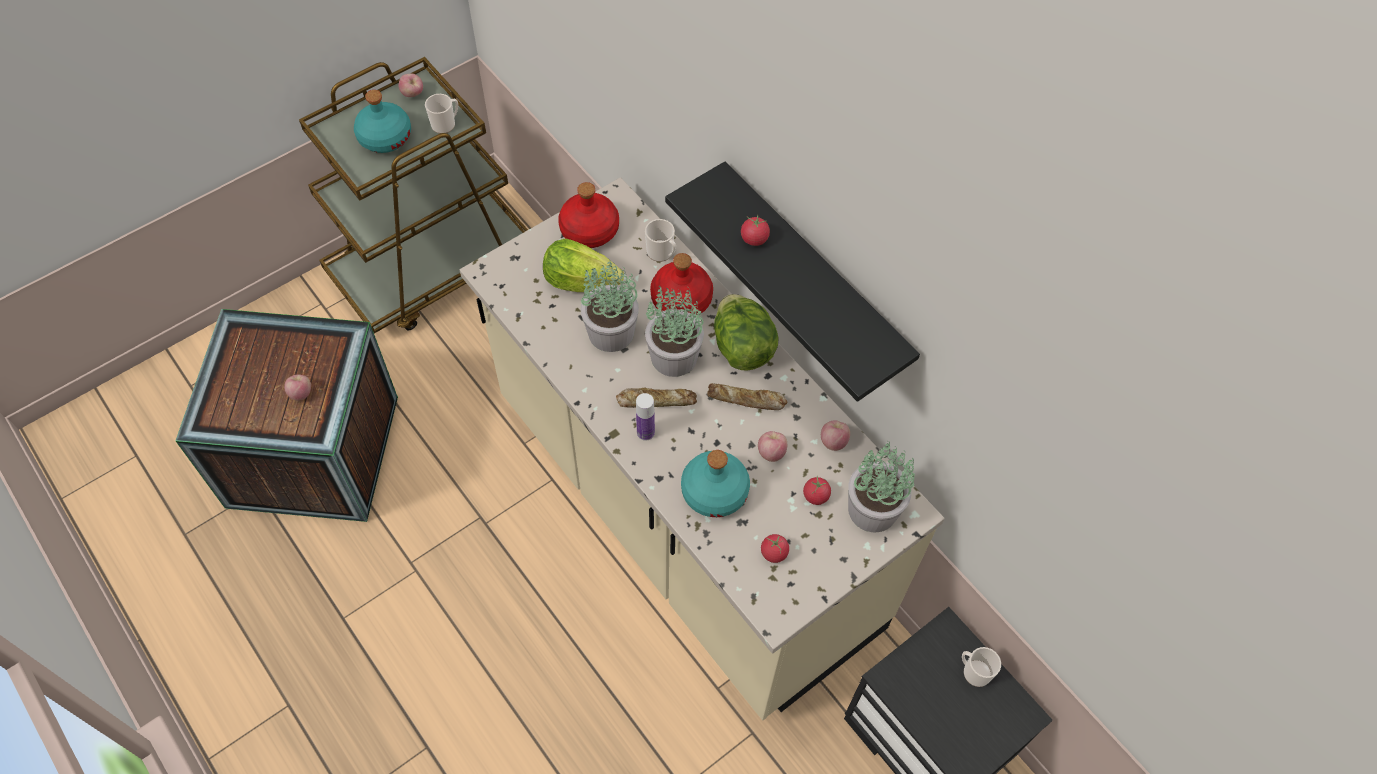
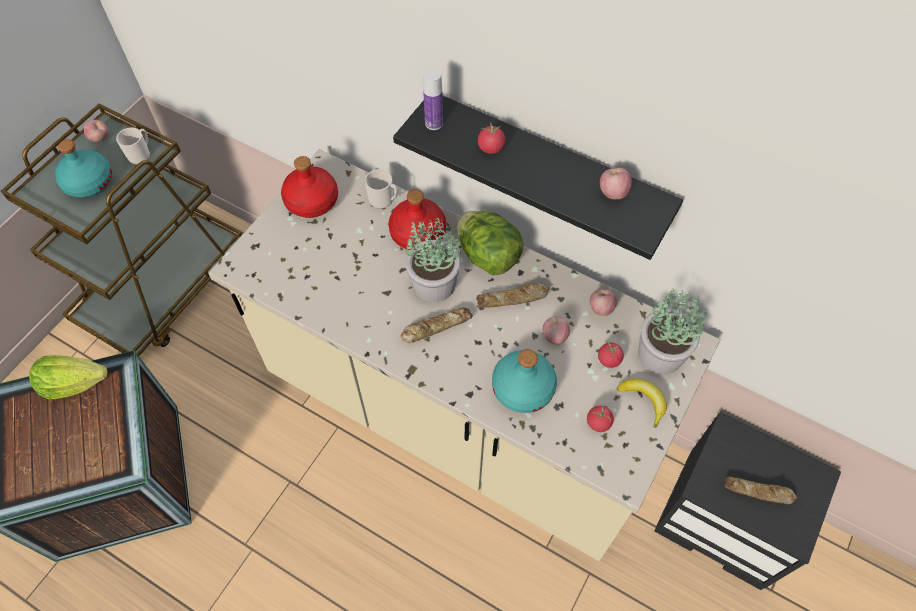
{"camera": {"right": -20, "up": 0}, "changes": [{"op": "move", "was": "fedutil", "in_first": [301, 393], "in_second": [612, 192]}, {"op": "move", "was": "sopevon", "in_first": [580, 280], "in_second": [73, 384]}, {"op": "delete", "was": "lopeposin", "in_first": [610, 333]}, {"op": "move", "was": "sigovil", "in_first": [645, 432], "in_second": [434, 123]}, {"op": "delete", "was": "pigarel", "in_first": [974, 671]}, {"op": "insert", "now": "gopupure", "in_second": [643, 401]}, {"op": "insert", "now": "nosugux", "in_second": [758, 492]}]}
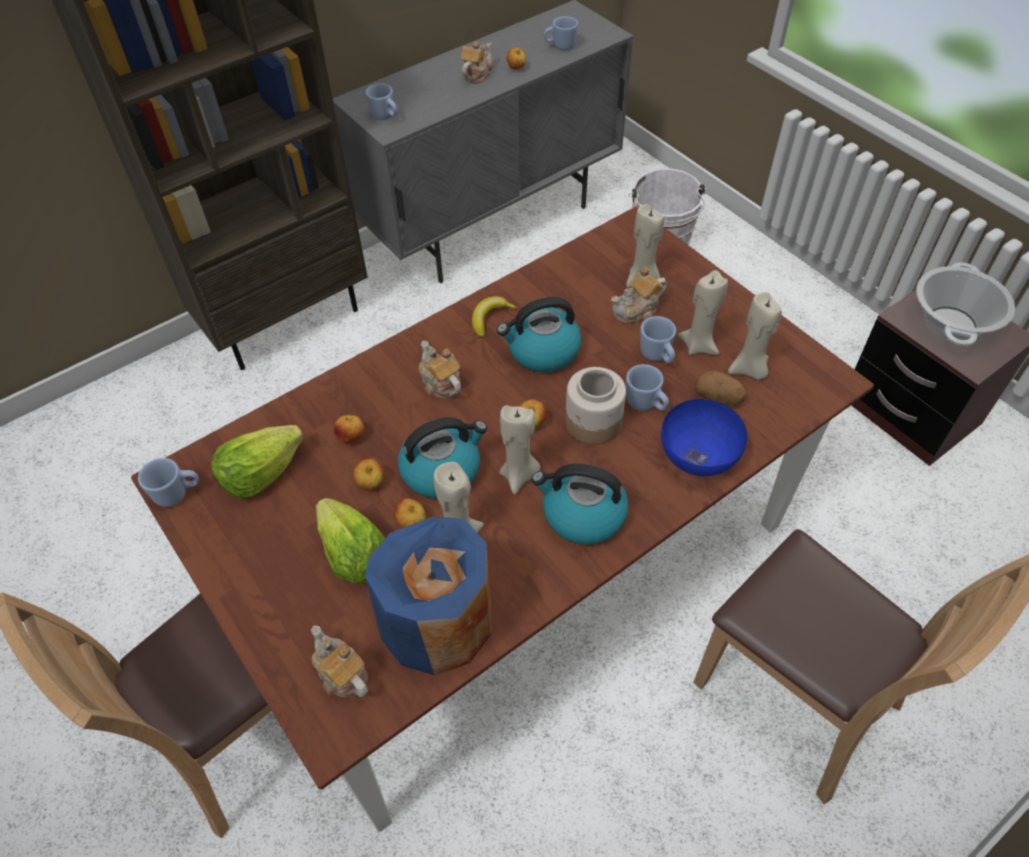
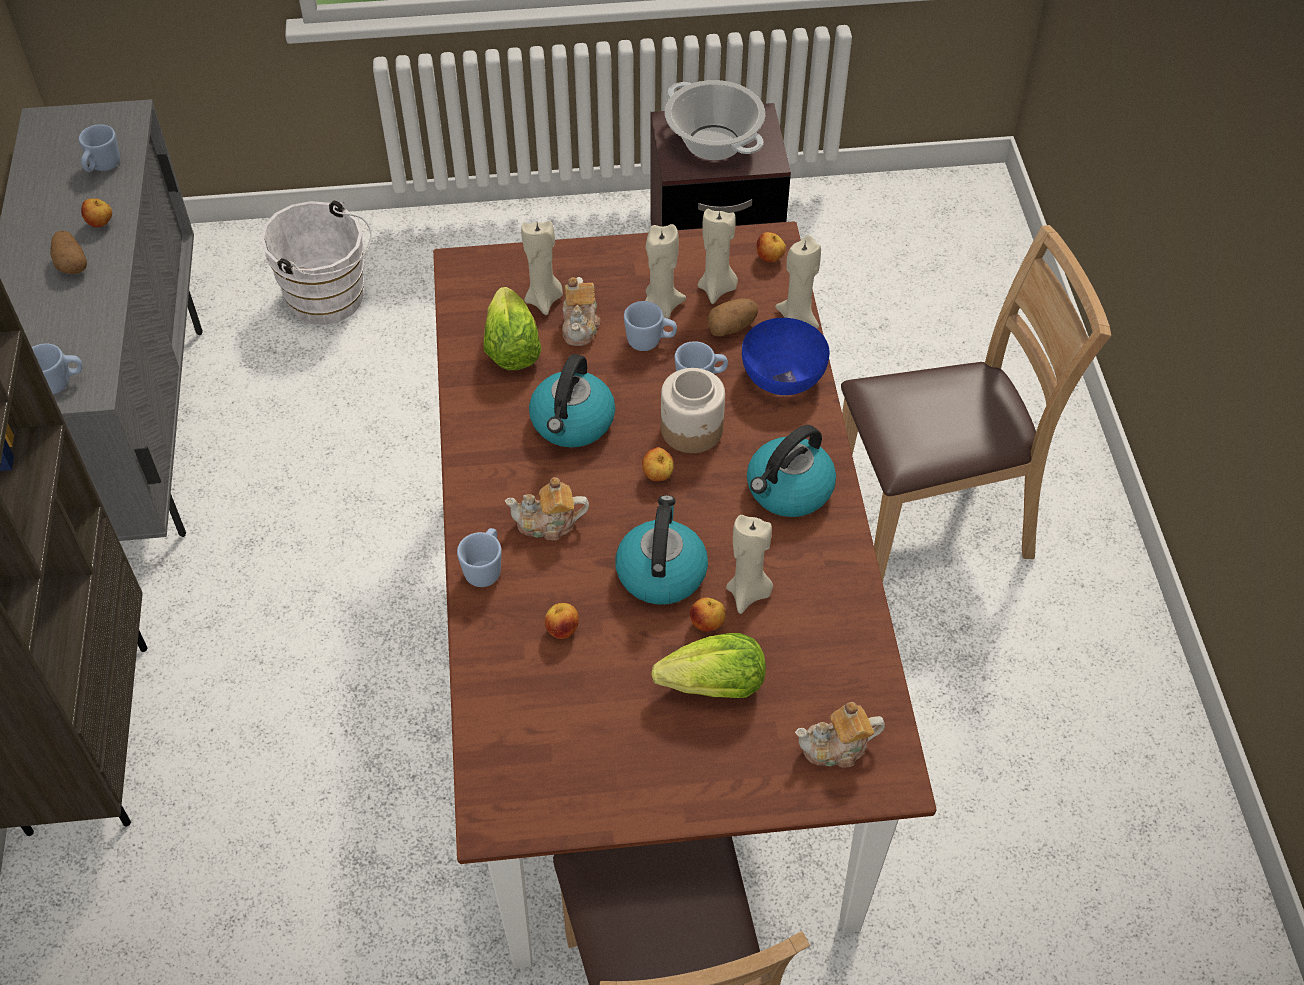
{"camera": {"right": -60, "up": 0}, "changes": [{"op": "move", "was": "blue_pigarel", "in_first": [177, 494], "in_second": [485, 568]}, {"op": "move", "was": "sopevon", "in_first": [261, 475], "in_second": [511, 349]}, {"op": "move", "was": "fedutil", "in_first": [371, 484], "in_second": [770, 258]}, {"op": "delete", "was": "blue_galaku", "in_first": [438, 623]}, {"op": "replace", "was": "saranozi", "now": "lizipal", "in_first": [476, 74], "in_second": [71, 263]}, {"op": "delete", "was": "gopupure", "in_first": [490, 318]}, {"op": "move", "was": "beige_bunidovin", "in_first": [519, 475], "in_second": [798, 318]}]}
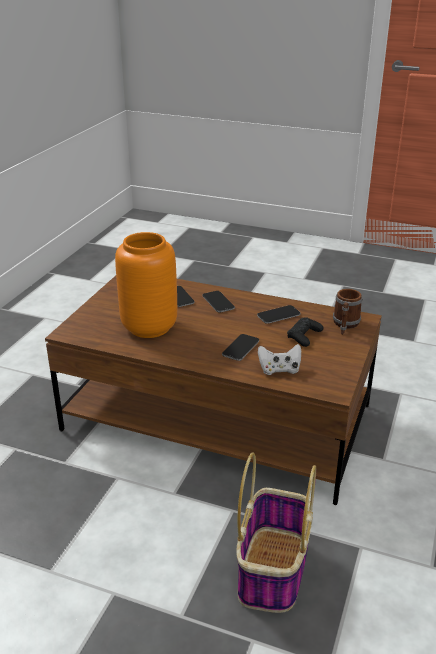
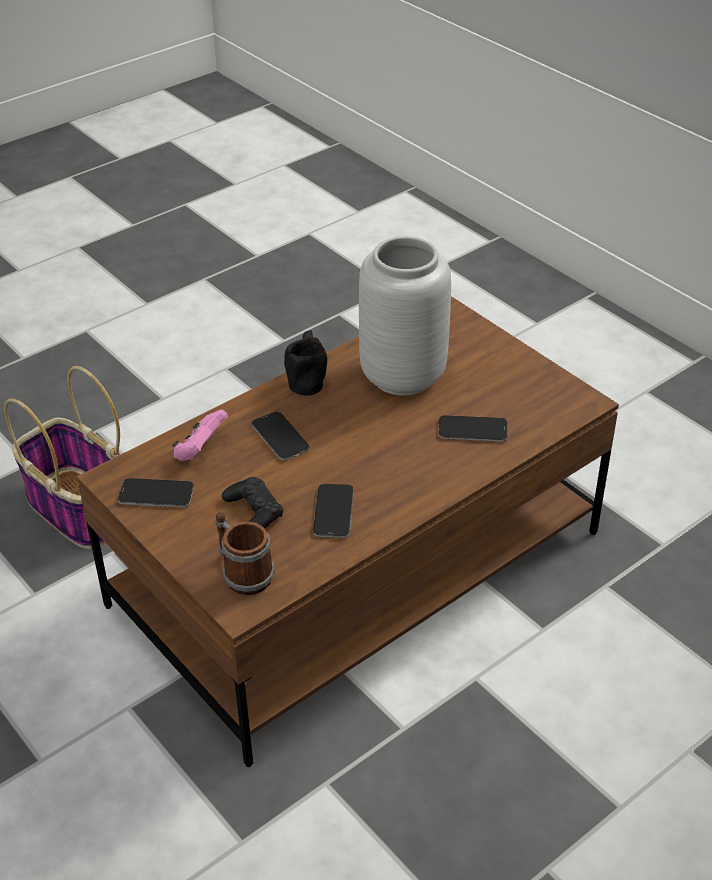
{"camera": {"right": 120, "up": 10}, "changes": [{"op": "recolor", "was": "orange_galaku", "now": "grey_galaku", "in_first": [149, 328], "in_second": [401, 376]}, {"op": "move", "was": "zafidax", "in_first": [218, 302], "in_second": [156, 494]}, {"op": "recolor", "was": "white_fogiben", "now": "pink_fogiben", "in_first": [279, 370], "in_second": [200, 450]}, {"op": "insert", "now": "black_pigarel", "in_second": [306, 377]}]}
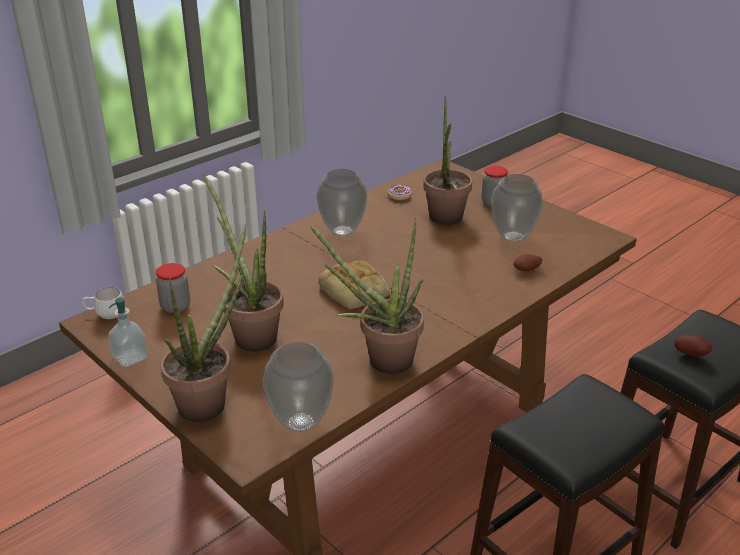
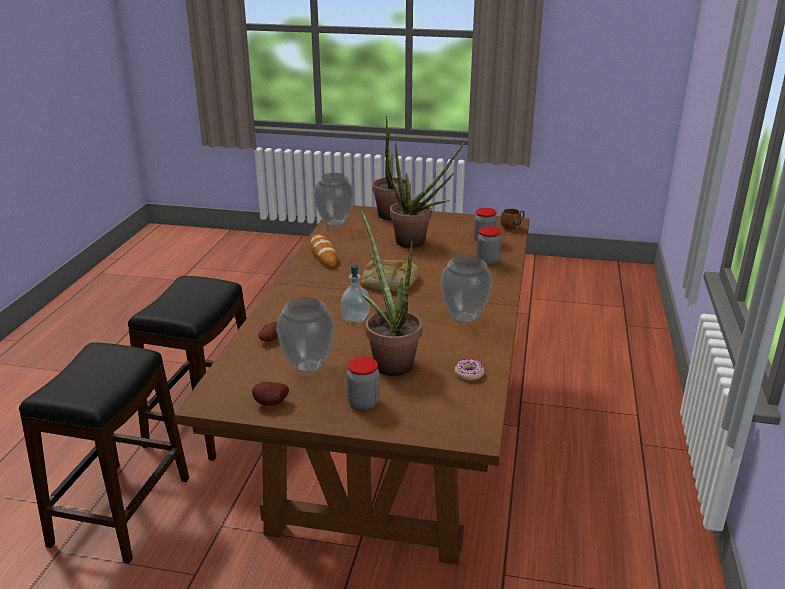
{"camera": {"right": 145, "up": -5}, "changes": [{"op": "recolor", "was": "white_pigarel", "now": "brown_pigarel", "in_first": [105, 314], "in_second": [513, 226]}, {"op": "move", "was": "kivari", "in_first": [130, 357], "in_second": [355, 317]}, {"op": "replace", "was": "lopeposin", "now": "nosugux", "in_first": [381, 361], "in_second": [323, 254]}, {"op": "move", "was": "lizipal", "in_first": [691, 354], "in_second": [271, 404]}, {"op": "insert", "now": "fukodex", "in_second": [487, 261]}]}
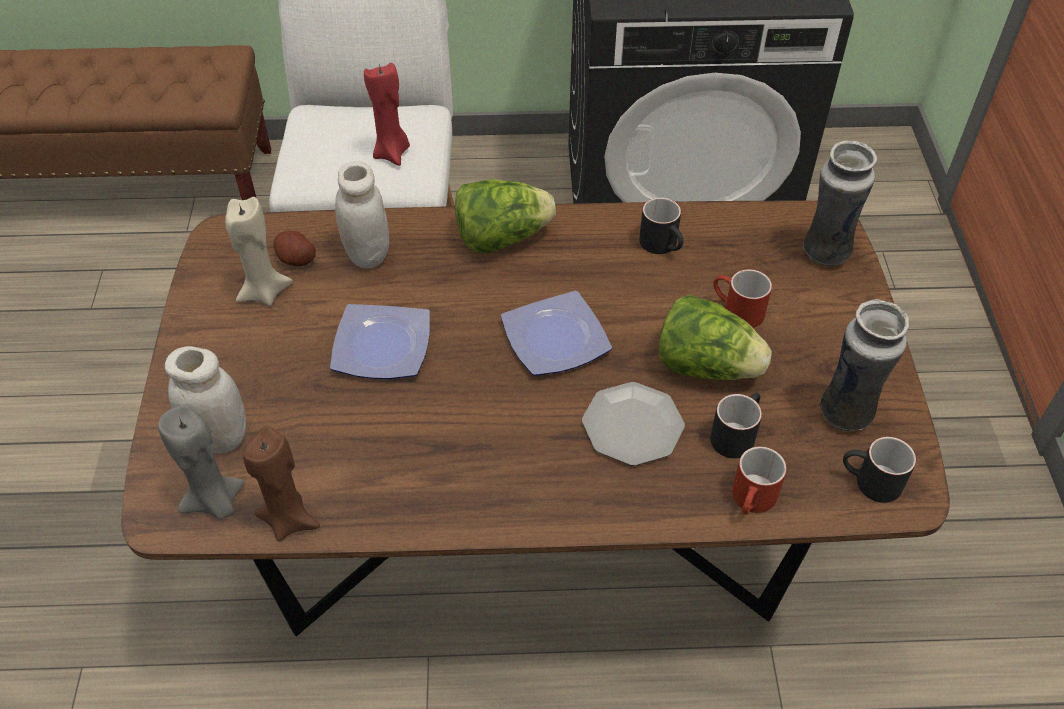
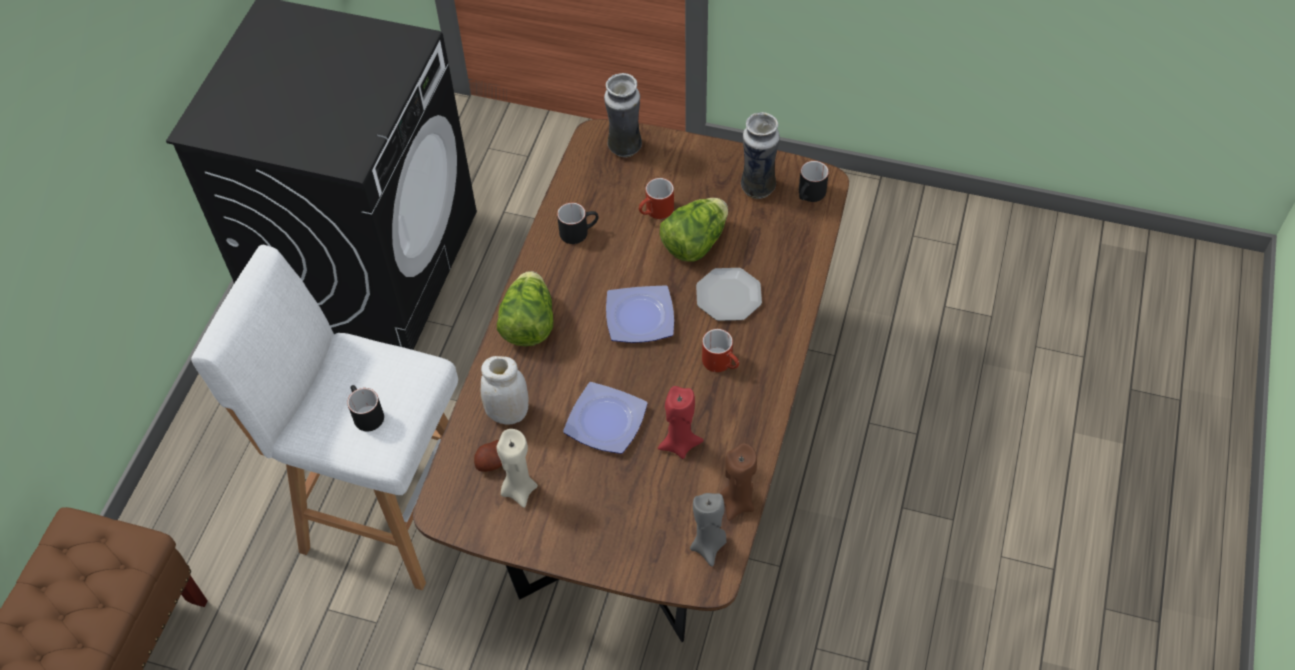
{"camera": {"right": -70, "up": 5}, "changes": [{"op": "delete", "was": "white_fukodex", "in_first": [219, 437]}, {"op": "move", "was": "red_bunidovin", "in_first": [392, 153], "in_second": [679, 444]}, {"op": "move", "was": "black_pigarel", "in_first": [735, 433], "in_second": [365, 414]}, {"op": "move", "was": "red_pigarel", "in_first": [753, 502], "in_second": [722, 363]}]}
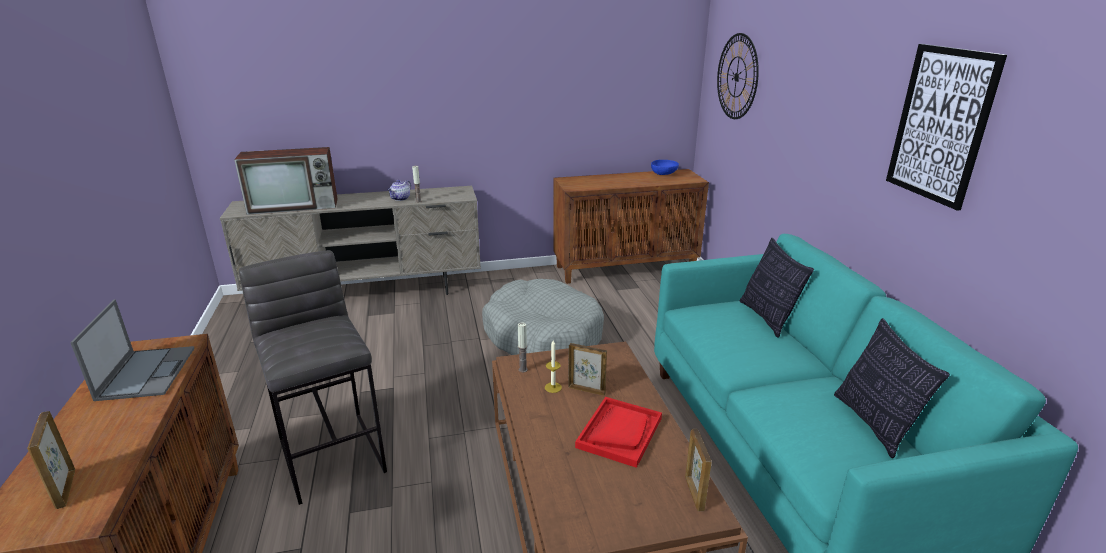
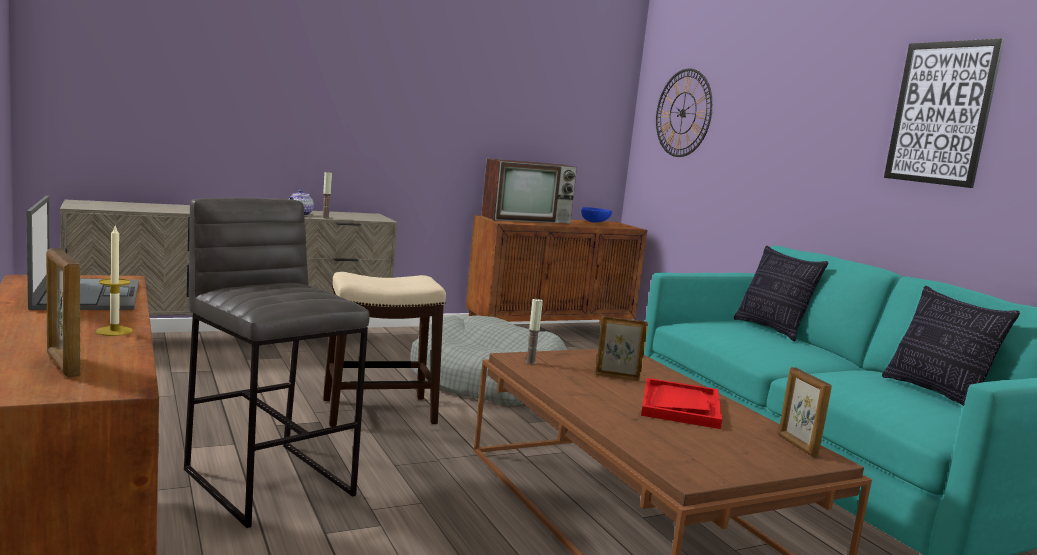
{"camera": {"right": -15, "up": -15}, "changes": [{"op": "move", "was": "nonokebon", "in_first": [295, 206], "in_second": [527, 219]}, {"op": "move", "was": "bunidovin", "in_first": [553, 387], "in_second": [114, 331]}, {"op": "insert", "now": "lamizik", "in_second": [378, 411]}]}
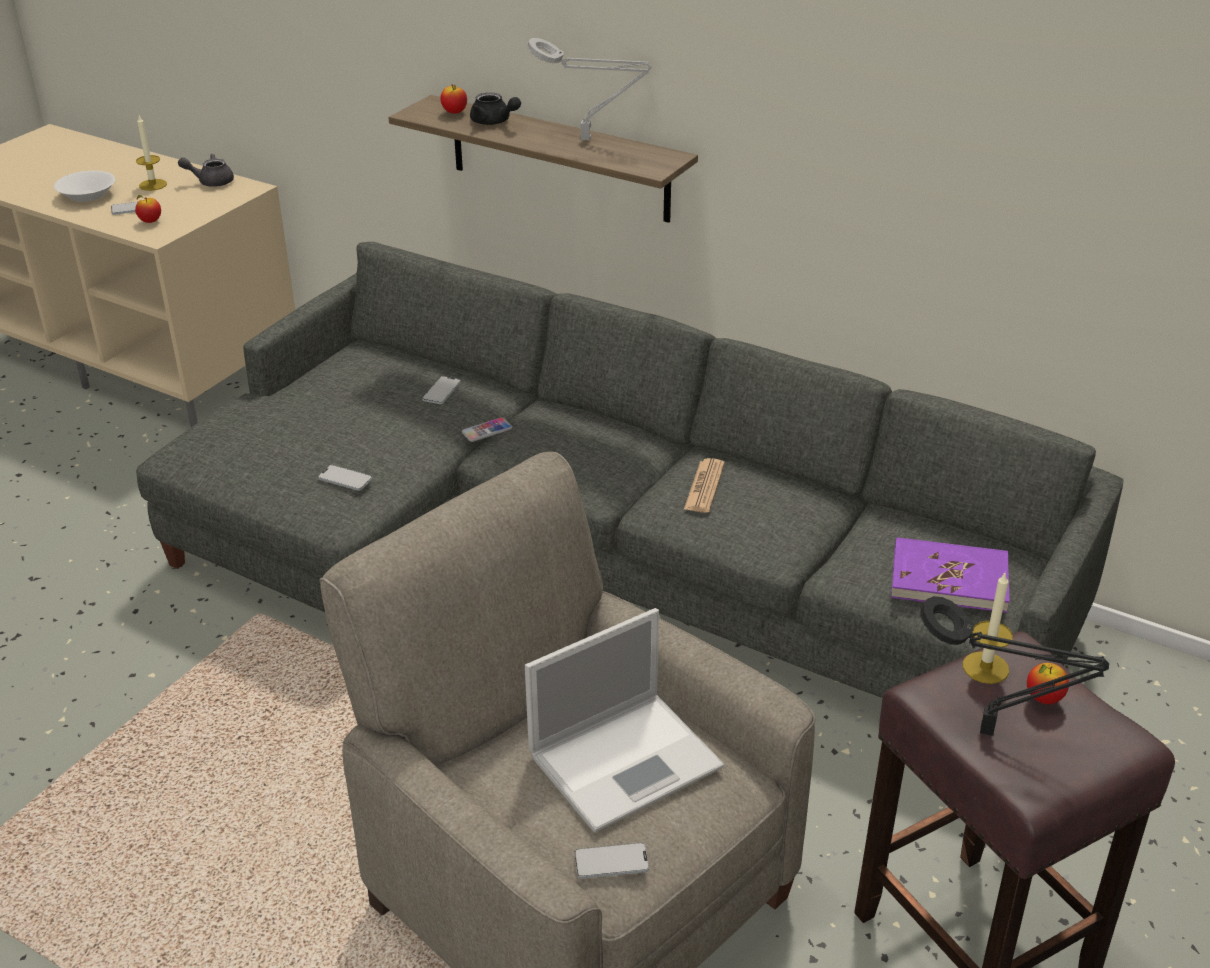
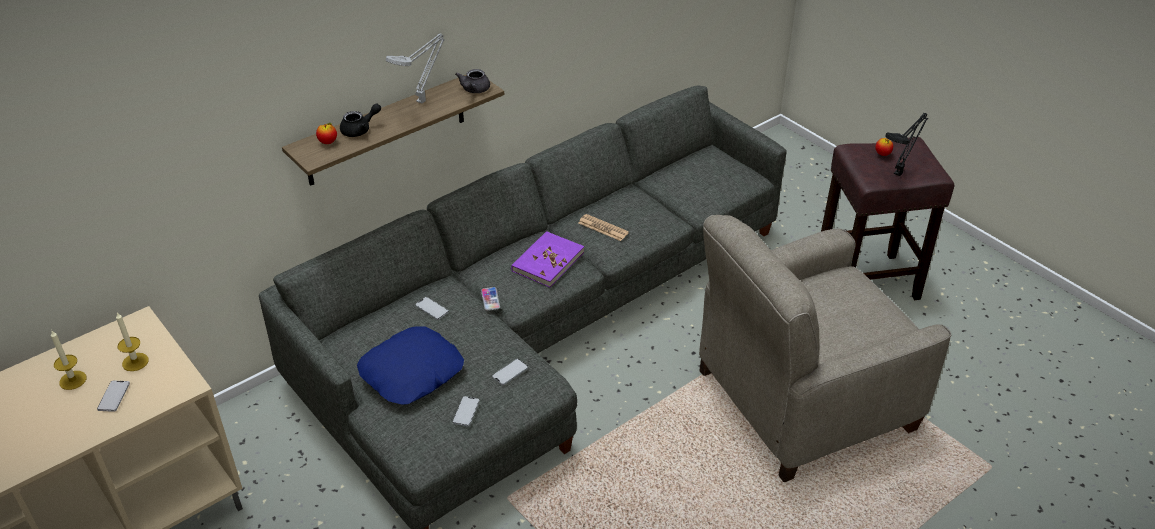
{"camera": {"right": -70, "up": 5}, "changes": [{"op": "delete", "was": "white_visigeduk", "in_first": [86, 195]}, {"op": "delete", "was": "fedutil", "in_first": [150, 221]}, {"op": "move", "was": "grey_saranozi", "in_first": [211, 181], "in_second": [474, 90]}, {"op": "delete", "was": "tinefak", "in_first": [628, 759]}, {"op": "move", "was": "zafidax", "in_first": [611, 862], "in_second": [466, 412]}, {"op": "move", "was": "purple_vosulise", "in_first": [949, 579], "in_second": [547, 261]}, {"op": "move", "was": "bunidovin", "in_first": [985, 667], "in_second": [135, 362]}, {"op": "insert", "now": "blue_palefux", "in_second": [412, 373]}]}
